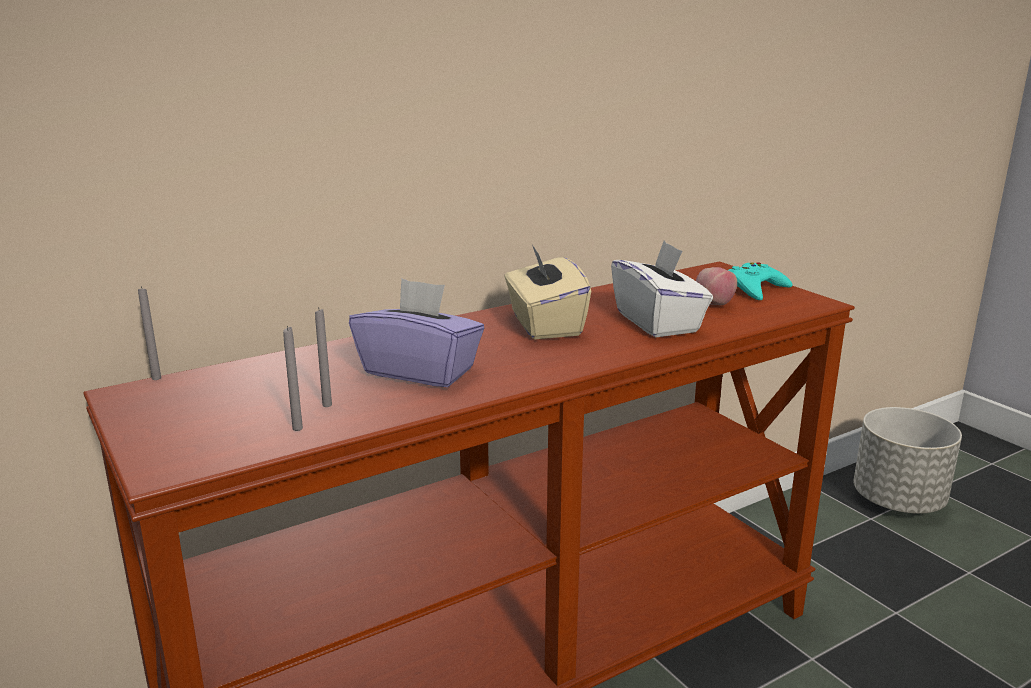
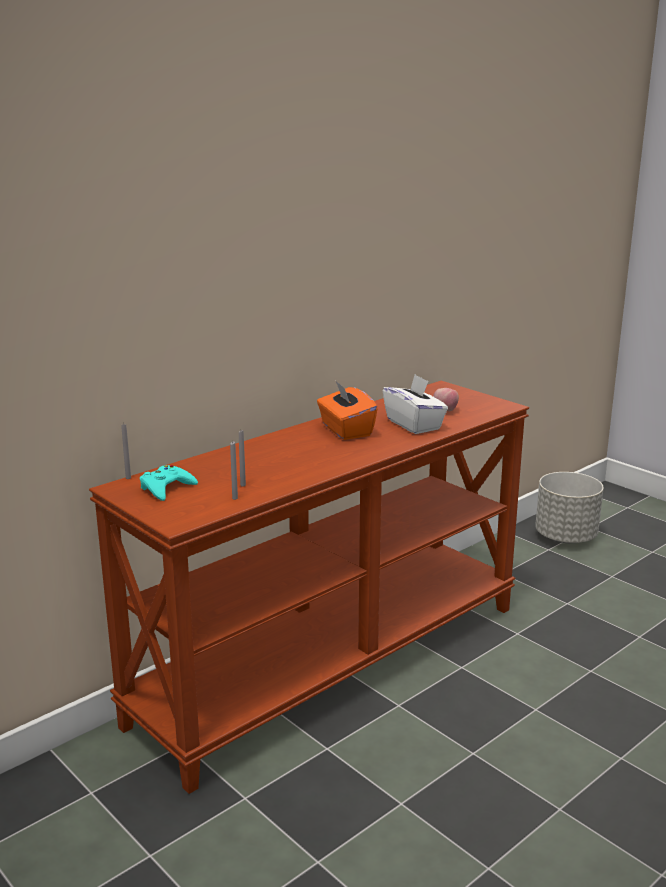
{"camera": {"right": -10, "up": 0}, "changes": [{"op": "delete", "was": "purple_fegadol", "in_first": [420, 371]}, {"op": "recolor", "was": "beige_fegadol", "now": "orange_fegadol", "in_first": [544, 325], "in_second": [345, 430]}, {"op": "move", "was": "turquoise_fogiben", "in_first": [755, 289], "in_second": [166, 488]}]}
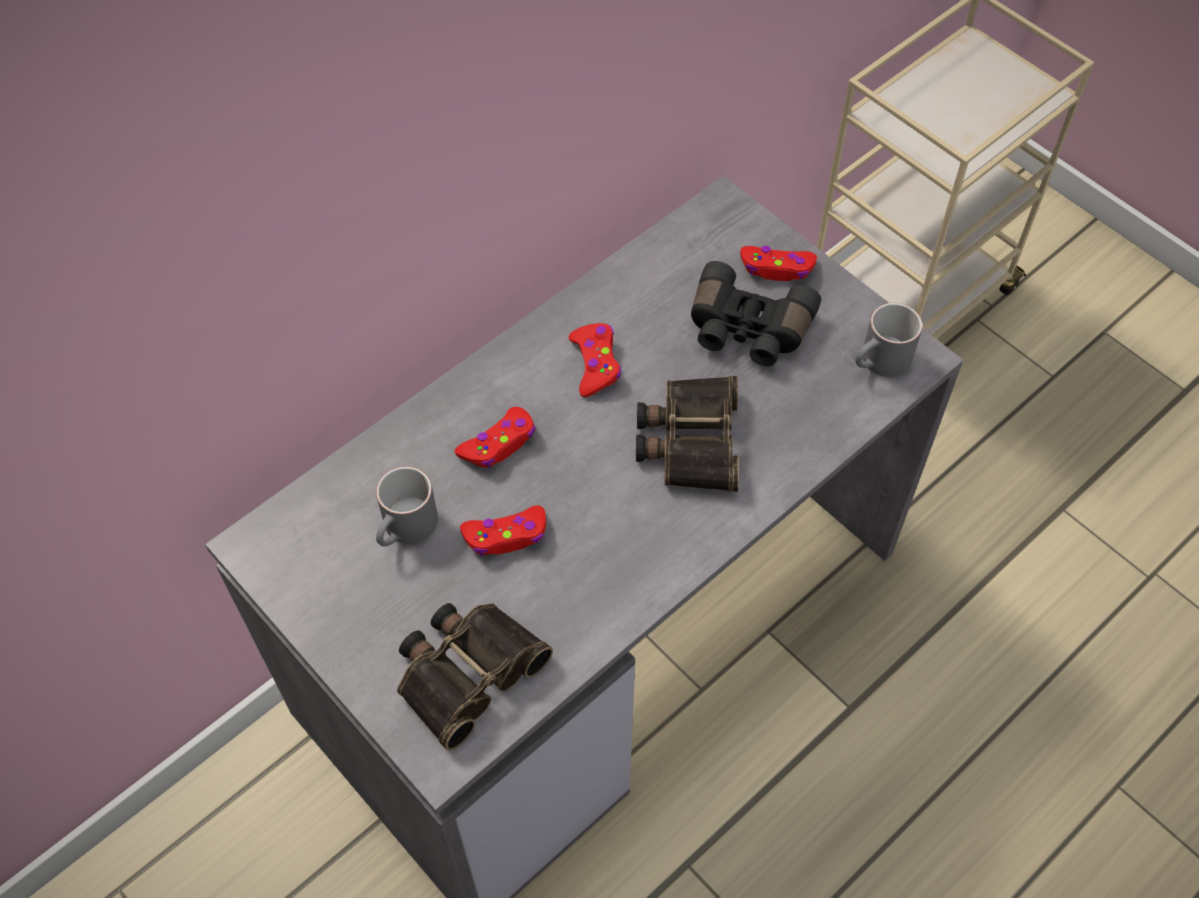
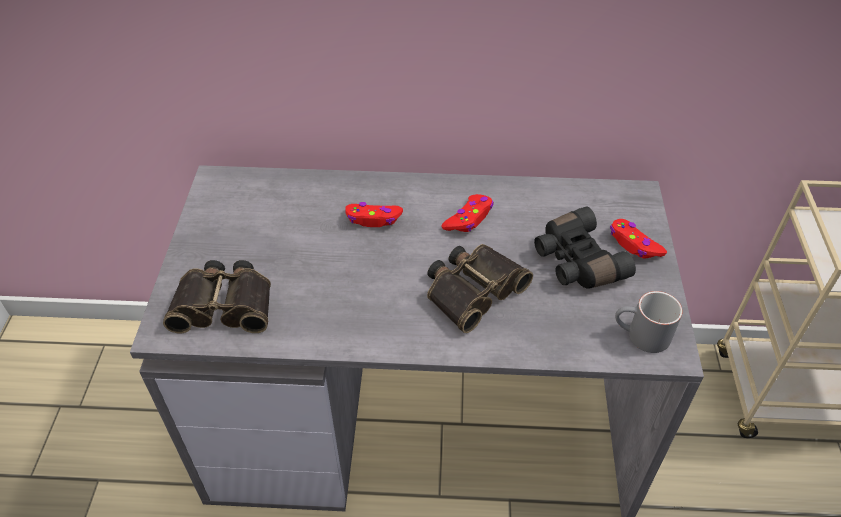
{"camera": {"right": 45, "up": -10}, "changes": [{"op": "delete", "was": "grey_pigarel", "in_first": [406, 530]}, {"op": "delete", "was": "red_fogiben", "in_first": [506, 536]}]}
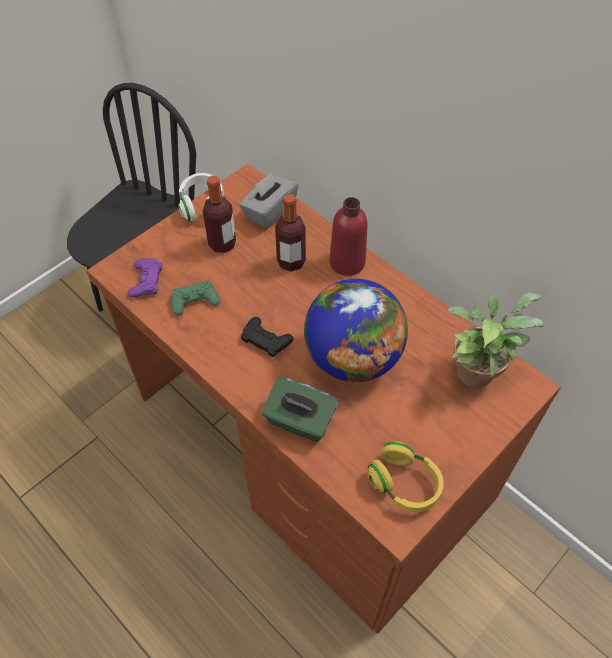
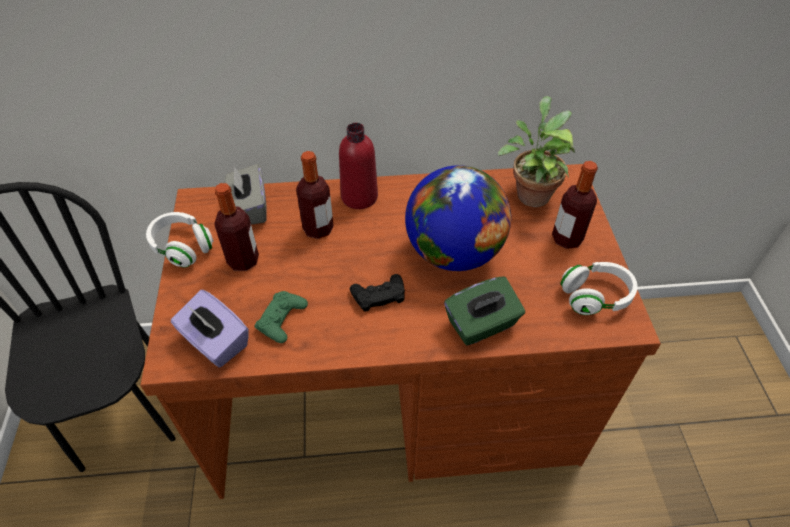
{"camera": {"right": -50, "up": -5}, "changes": [{"op": "replace", "was": "purple_fogiben", "now": "purple_fegadol", "in_first": [146, 281], "in_second": [215, 342]}, {"op": "recolor", "was": "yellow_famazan", "now": "white_famazan", "in_first": [404, 484], "in_second": [595, 297]}, {"op": "insert", "now": "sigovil", "in_second": [567, 239]}]}
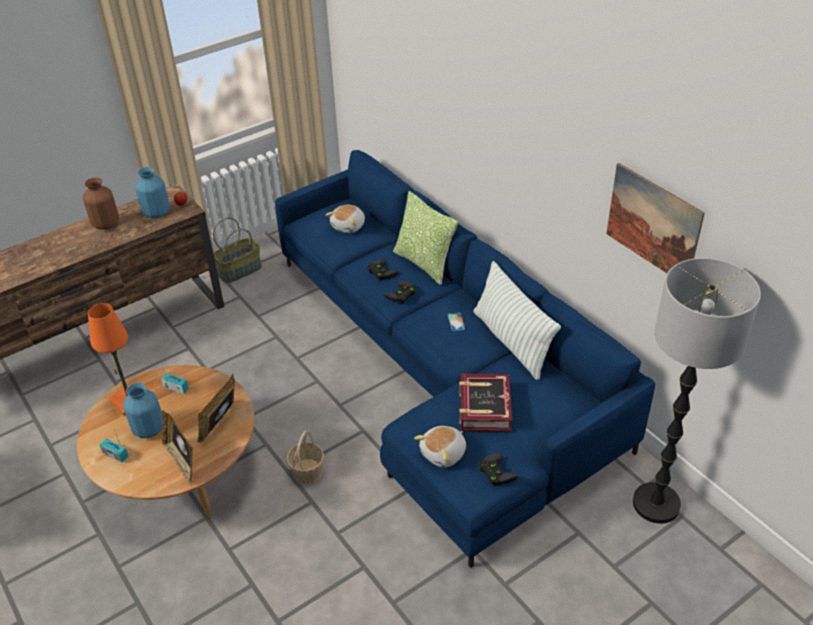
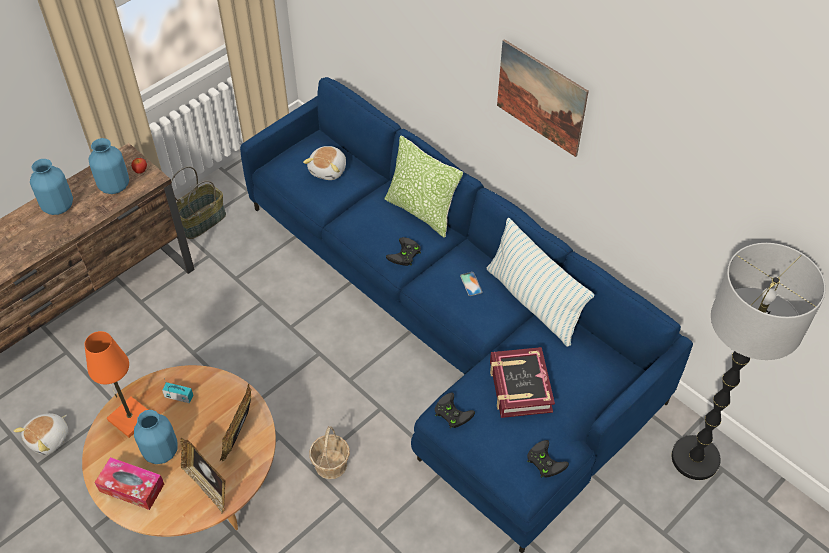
{"camera": {"right": -10, "up": 10}, "changes": [{"op": "recolor", "was": "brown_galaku", "now": "blue_galaku", "in_first": [106, 224], "in_second": [58, 206]}, {"op": "replace", "was": "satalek", "now": "fegadol", "in_first": [115, 455], "in_second": [132, 487]}, {"op": "move", "was": "black_fogiben", "in_first": [380, 271], "in_second": [451, 412]}, {"op": "move", "was": "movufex", "in_first": [444, 453], "in_second": [49, 439]}, {"op": "move", "was": "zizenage", "in_first": [653, 223], "in_second": [541, 98]}]}
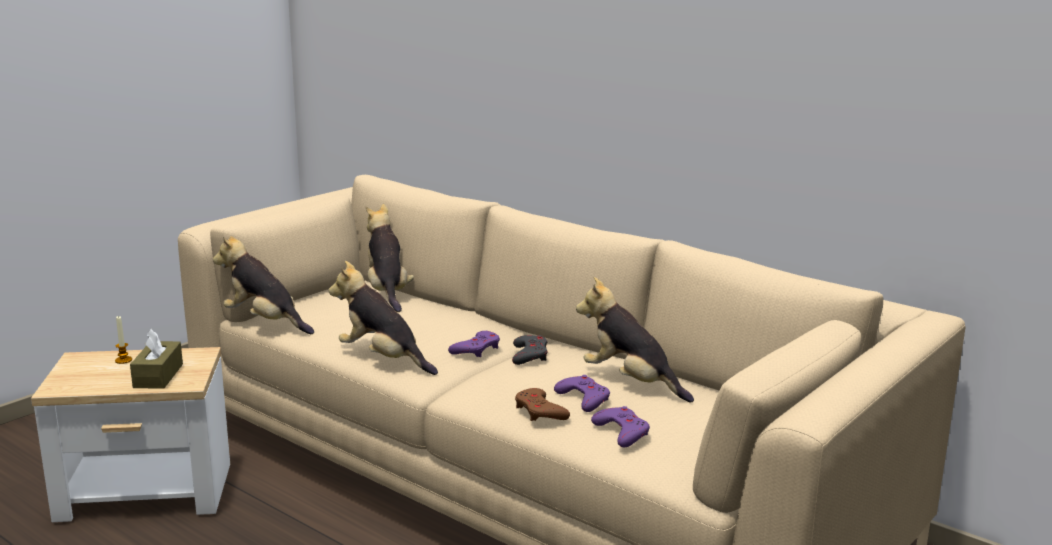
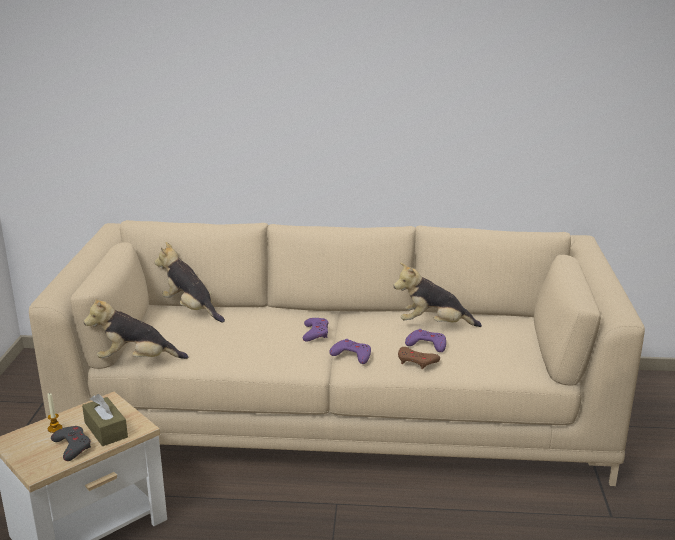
{"camera": {"right": -35, "up": 5}, "changes": [{"op": "delete", "was": "movufex", "in_first": [383, 359]}, {"op": "move", "was": "grey_fogiben", "in_first": [529, 355], "in_second": [72, 446]}, {"op": "move", "was": "purple_fogiben", "in_first": [622, 432], "in_second": [352, 355]}]}
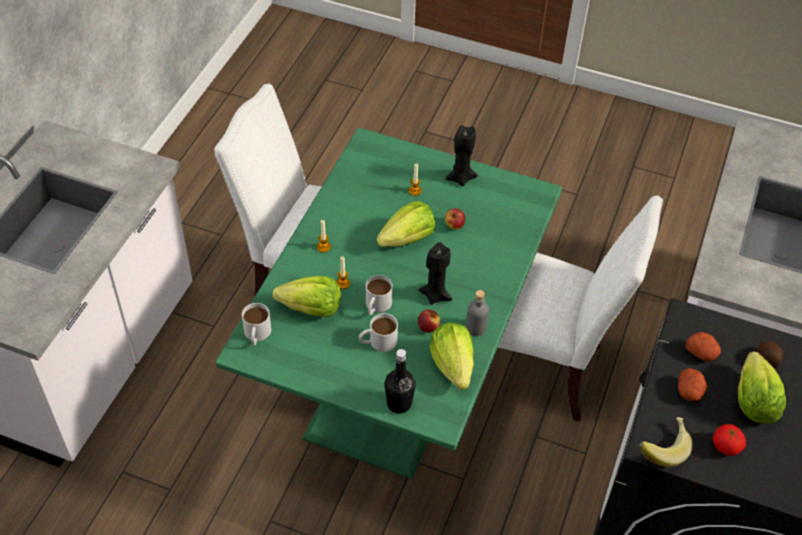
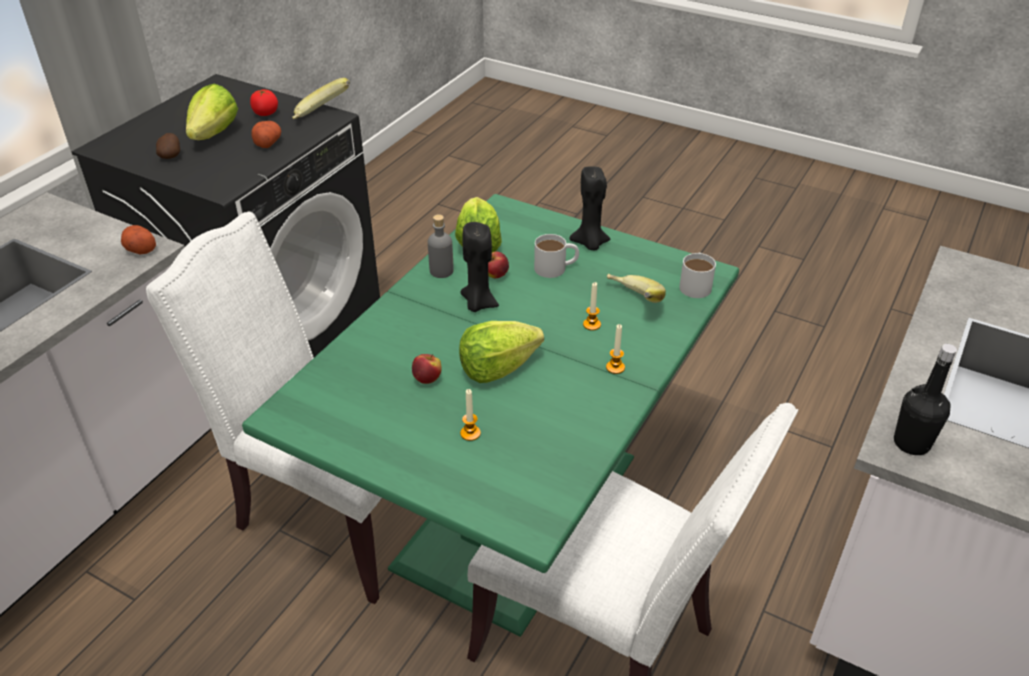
{"camera": {"right": -170, "up": -10}, "changes": [{"op": "replace", "was": "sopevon", "now": "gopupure", "in_first": [311, 309], "in_second": [632, 302]}, {"op": "delete", "was": "white_pigarel", "in_first": [376, 306]}, {"op": "move", "was": "black_sigovil", "in_first": [399, 403], "in_second": [911, 443]}, {"op": "move", "was": "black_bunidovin", "in_first": [460, 178], "in_second": [590, 244]}, {"op": "move", "was": "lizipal", "in_first": [701, 352], "in_second": [140, 249]}]}
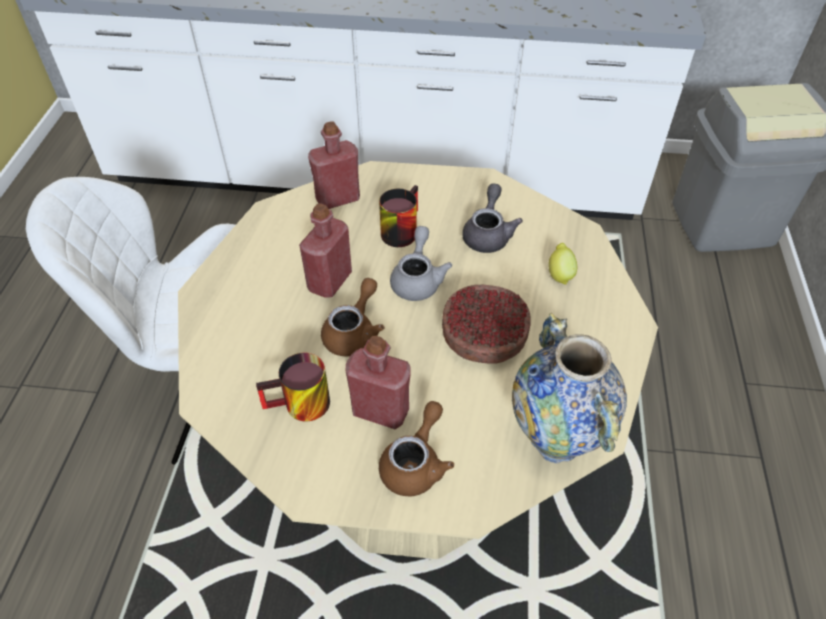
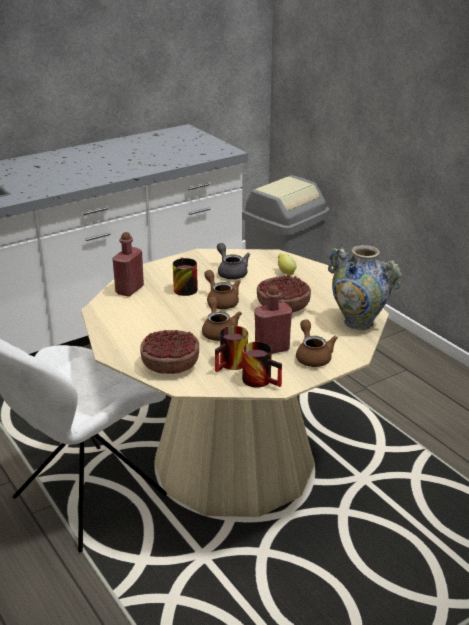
{"camera": {"right": -40, "up": -20}, "changes": [{"op": "delete", "was": "red_sigovil", "in_first": [329, 281]}, {"op": "recolor", "was": "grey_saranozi", "now": "brown_saranozi", "in_first": [418, 279], "in_second": [221, 301]}, {"op": "insert", "now": "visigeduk", "in_second": [170, 364]}, {"op": "insert", "now": "pigarel", "in_second": [262, 380]}]}
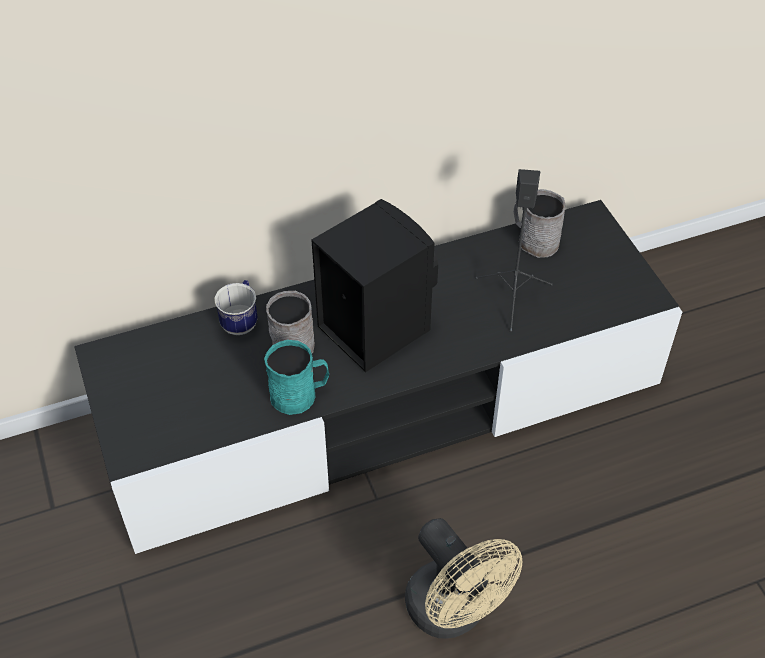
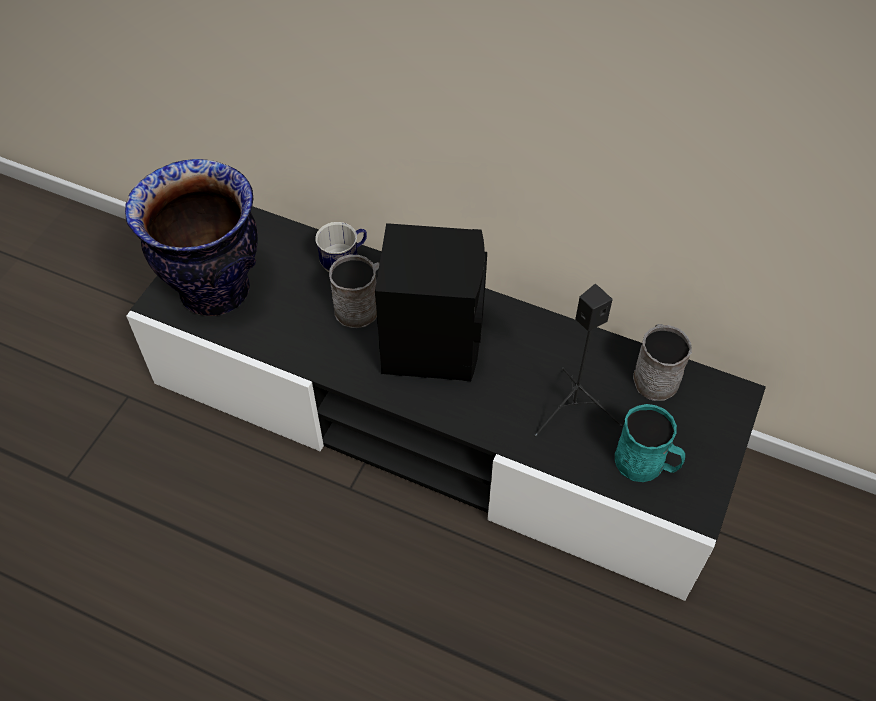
{"camera": {"right": 45, "up": 5}, "changes": [{"op": "move", "was": "turquoise_pigarel", "in_first": [300, 395], "in_second": [646, 464]}, {"op": "delete", "was": "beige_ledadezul", "in_first": [454, 613]}, {"op": "insert", "now": "galaku", "in_second": [216, 290]}]}
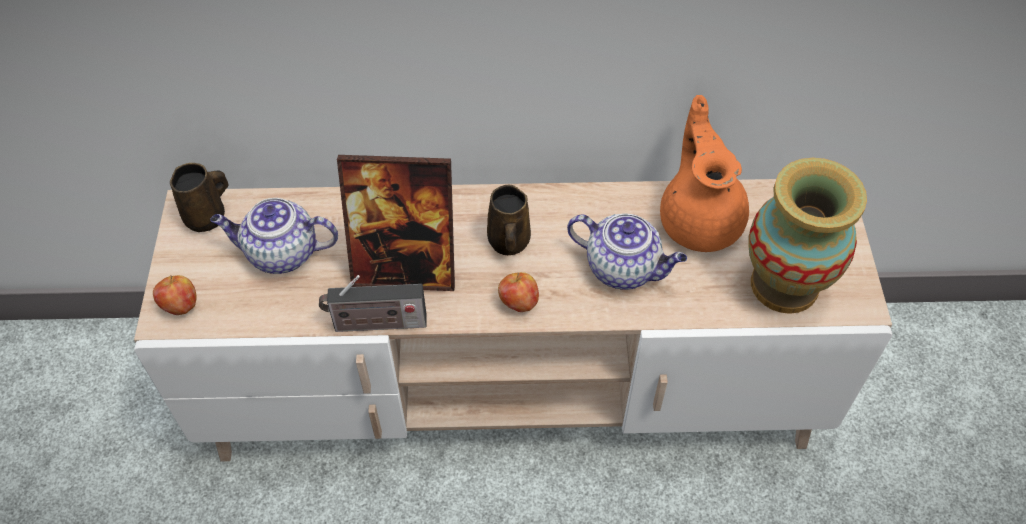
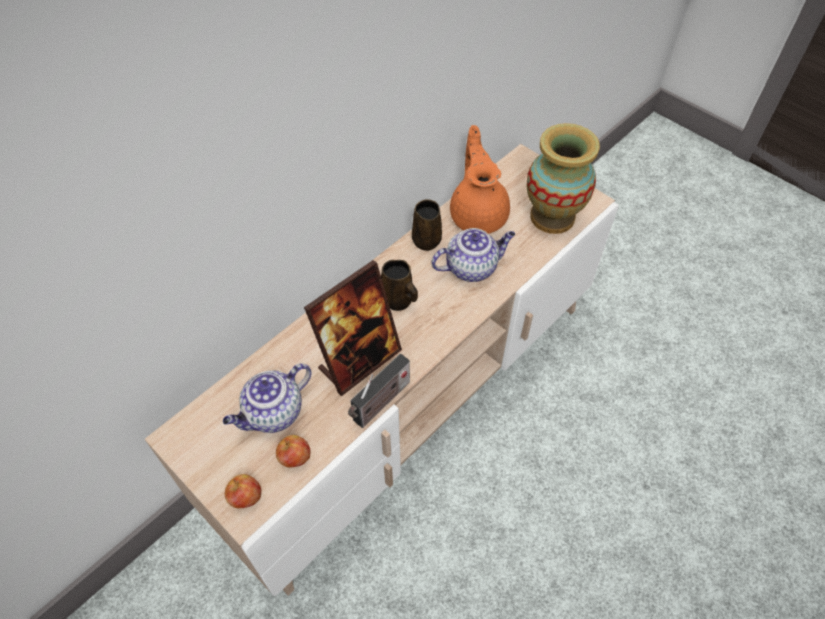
{"camera": {"right": -45, "up": 0}, "changes": [{"op": "move", "was": "brown_pigarel", "in_first": [208, 217], "in_second": [426, 239]}, {"op": "move", "was": "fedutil", "in_first": [518, 303], "in_second": [295, 458]}, {"op": "rotate", "was": "orange_saranozi", "in_first": [700, 219], "in_second": [478, 214], "clockwise": 45}]}
